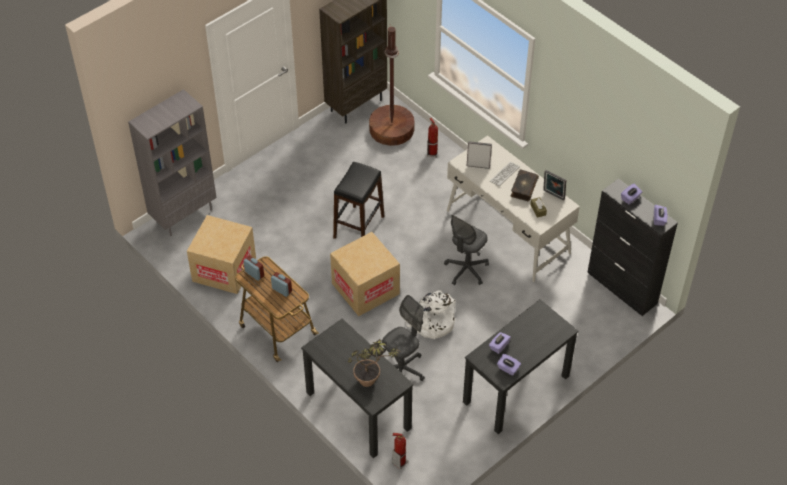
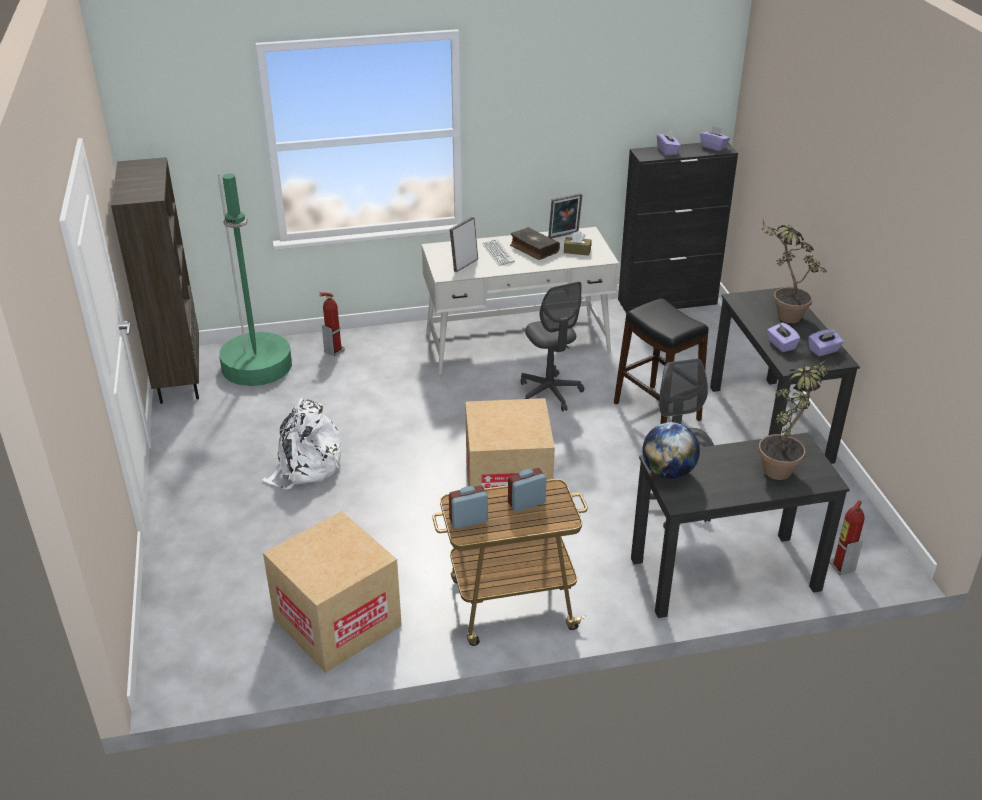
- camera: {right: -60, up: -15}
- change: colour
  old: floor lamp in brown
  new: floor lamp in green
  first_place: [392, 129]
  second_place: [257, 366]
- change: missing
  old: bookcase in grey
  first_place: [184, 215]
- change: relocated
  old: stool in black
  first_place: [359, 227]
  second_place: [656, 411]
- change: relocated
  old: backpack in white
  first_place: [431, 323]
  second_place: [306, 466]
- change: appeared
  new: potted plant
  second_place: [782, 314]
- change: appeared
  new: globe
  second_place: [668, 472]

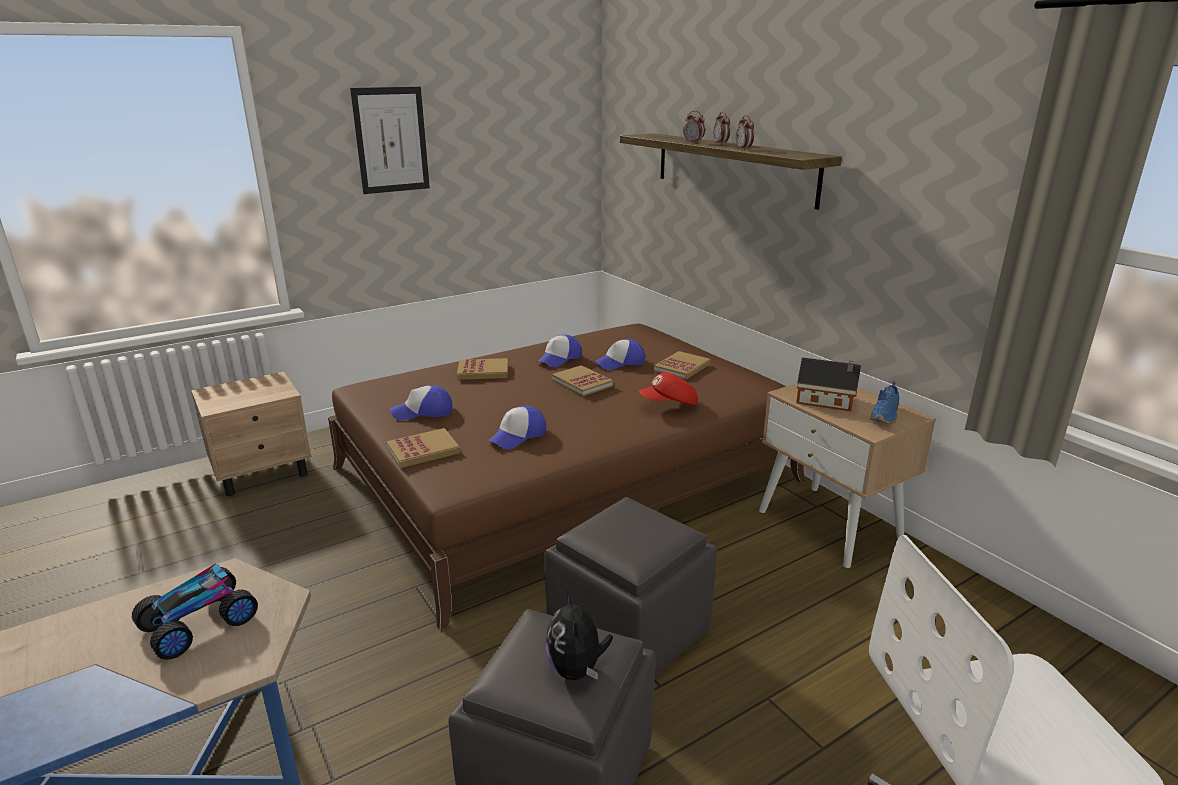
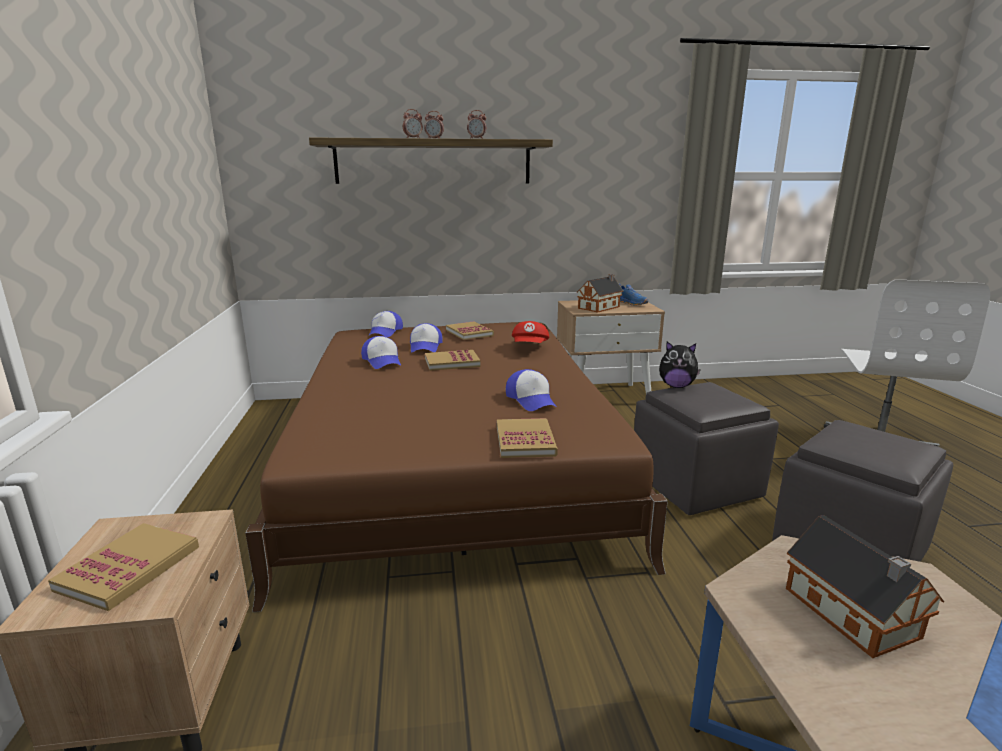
- camera: {right: -65, up: -5}
- change: missing
  old: picture
  first_place: [391, 140]
- change: relocated
  old: book
  first_place: [483, 371]
  second_place: [129, 568]
- change: relocated
  old: cap
  first_place: [423, 412]
  second_place: [385, 332]
- change: exchanged
  old: toy car
  new: toy house
  first_place: [198, 623]
  second_place: [854, 616]
- change: relocated
  old: plush toy
  first_place: [577, 669]
  second_place: [676, 386]

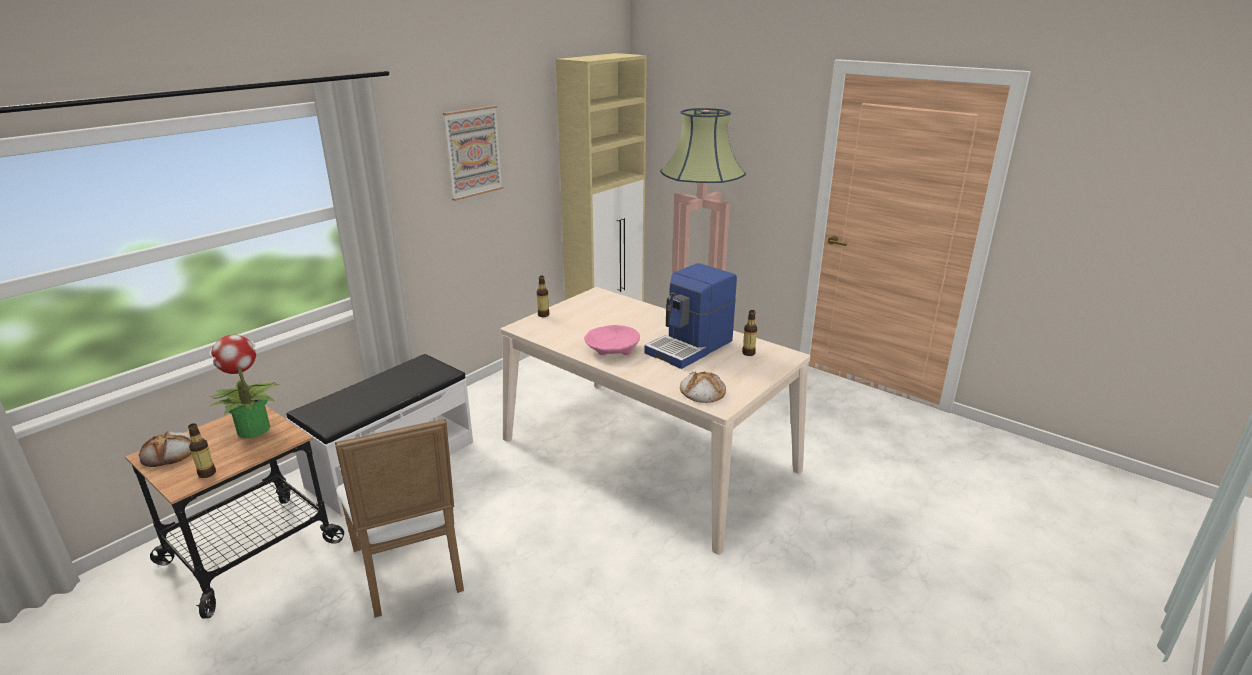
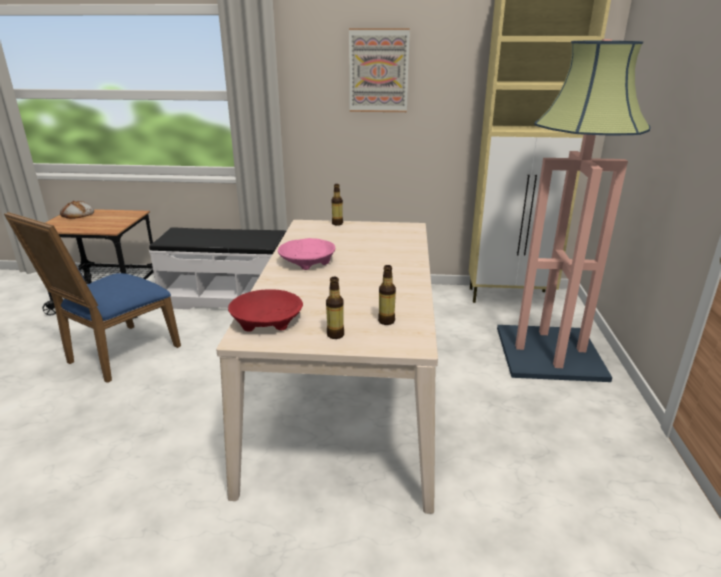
- camera: {right: 55, up: 0}
- change: missing
  old: coffee machine
  first_place: [691, 347]
- change: missing
  old: potted plant
  first_place: [253, 429]
- change: exchanged
  old: bread
  new: bowl in red
  first_place: [702, 391]
  second_place: [266, 321]
- change: colour
  old: chair in white
  new: chair in blue
  first_place: [413, 572]
  second_place: [117, 355]
- change: relocated
  old: bottle
  first_place: [207, 473]
  second_place: [335, 335]

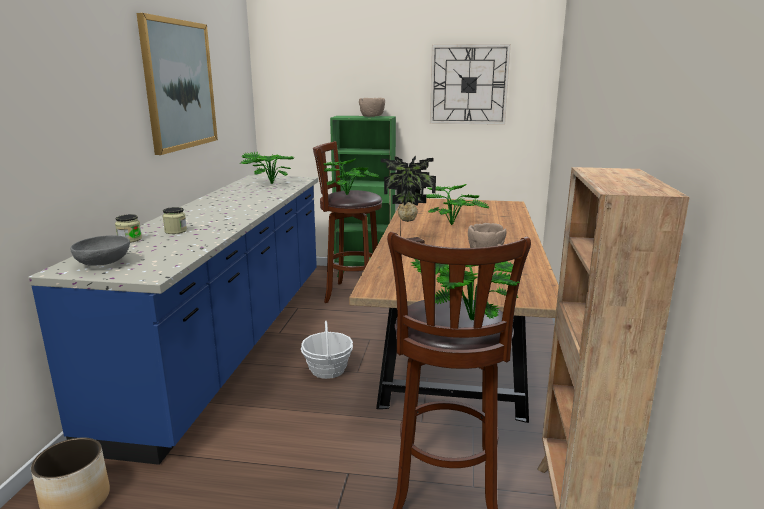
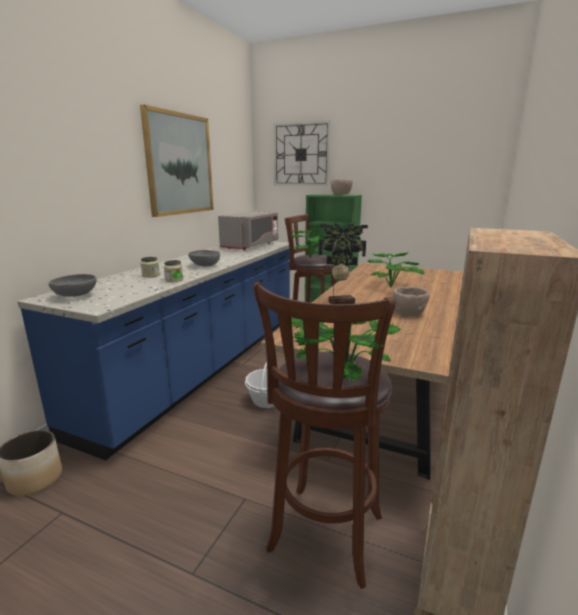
- camera: {right: 15, up: 0}
- change: relocated
  old: wall clock
  first_place: [468, 85]
  second_place: [301, 154]
- change: exchanged
  old: potted plant
  new: microwave in grey
  first_place: [268, 184]
  second_place: [251, 246]
- change: relocated
  old: jar
  first_place: [130, 239]
  second_place: [174, 280]
- change: appeared
  new: bowl in grey
  second_place: [204, 265]

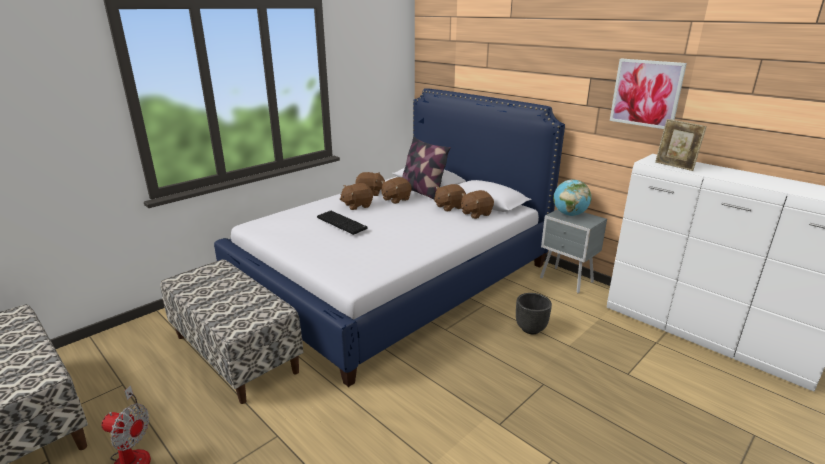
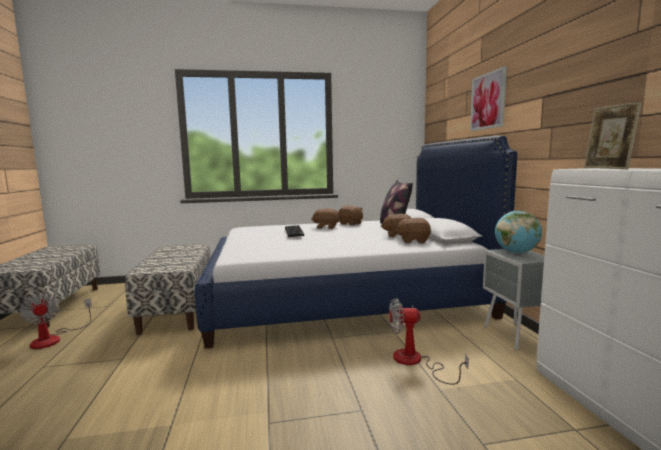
- camera: {right: 35, up: -15}
- change: relocated
  old: picture
  first_place: [646, 93]
  second_place: [488, 101]
- change: missing
  old: plush toy in brown
  first_place: [395, 199]
- change: exchanged
  old: planter in black
  new: fan
  first_place: [531, 329]
  second_place: [415, 362]

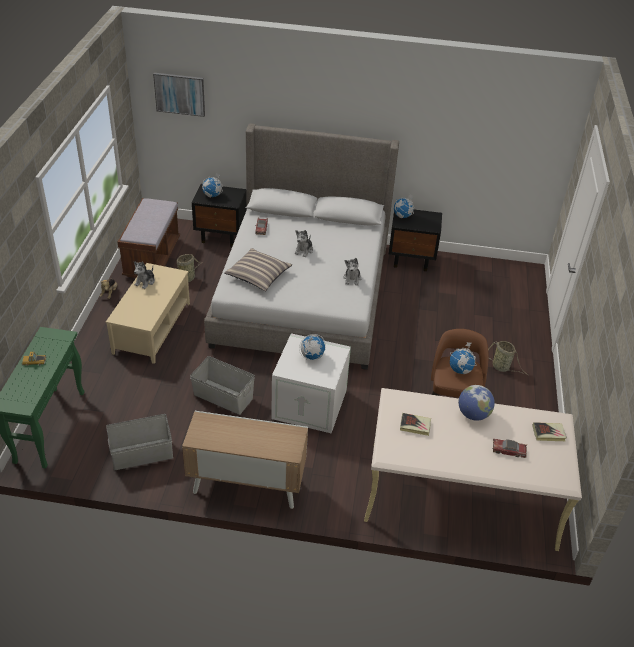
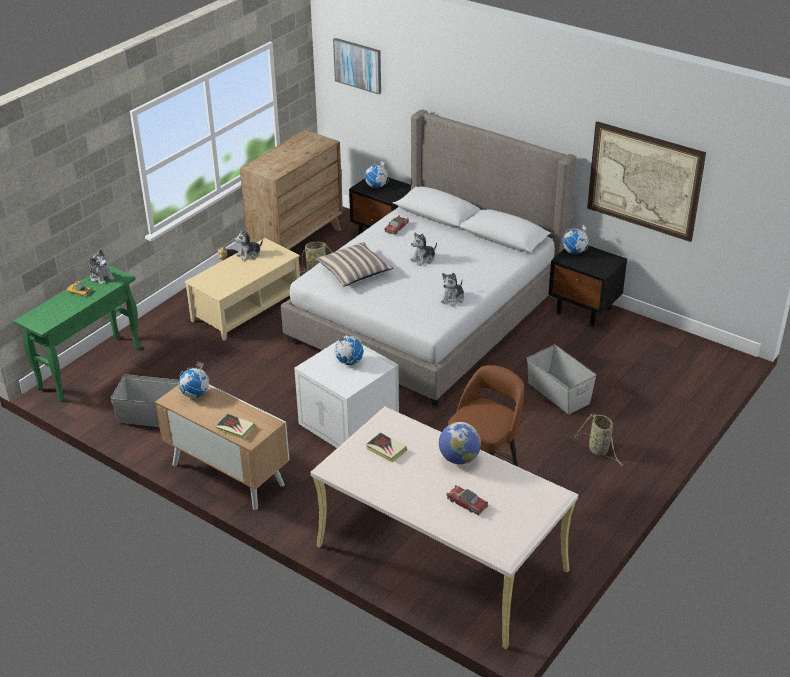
- camera: {right: 30, up: -5}
- change: exchanged
  old: bench in brown
  new: dresser in brown
  first_place: [152, 258]
  second_place: [296, 242]
- change: relocated
  old: globe
  first_place: [460, 370]
  second_place: [196, 394]
- change: relocated
  old: storage box in grey
  first_place: [223, 397]
  second_place: [558, 393]
- change: relocated
  old: book
  first_place: [548, 433]
  second_place: [235, 429]
- change: appeared
  new: picture
  second_place: [644, 181]
- change: appeared
  new: plush toy
  second_place: [101, 277]

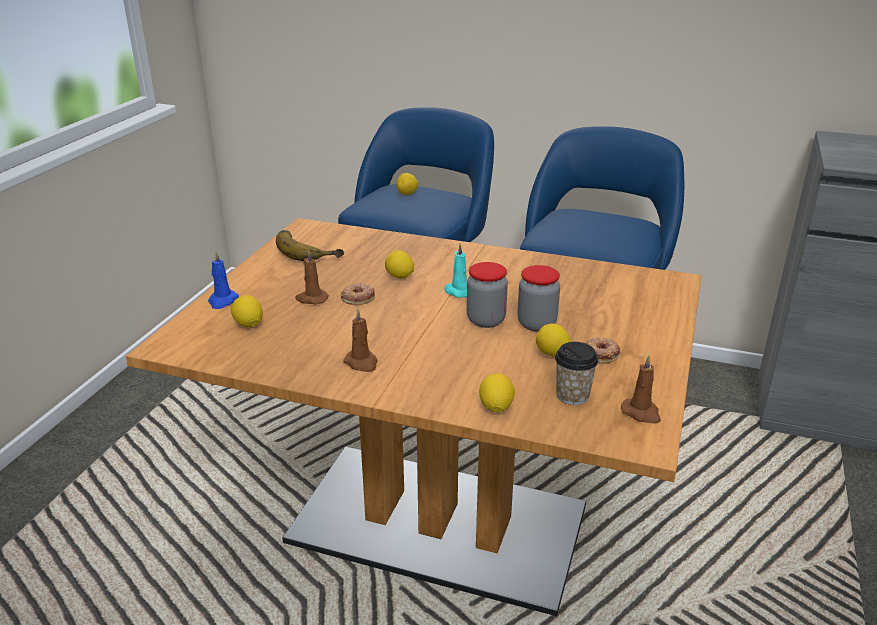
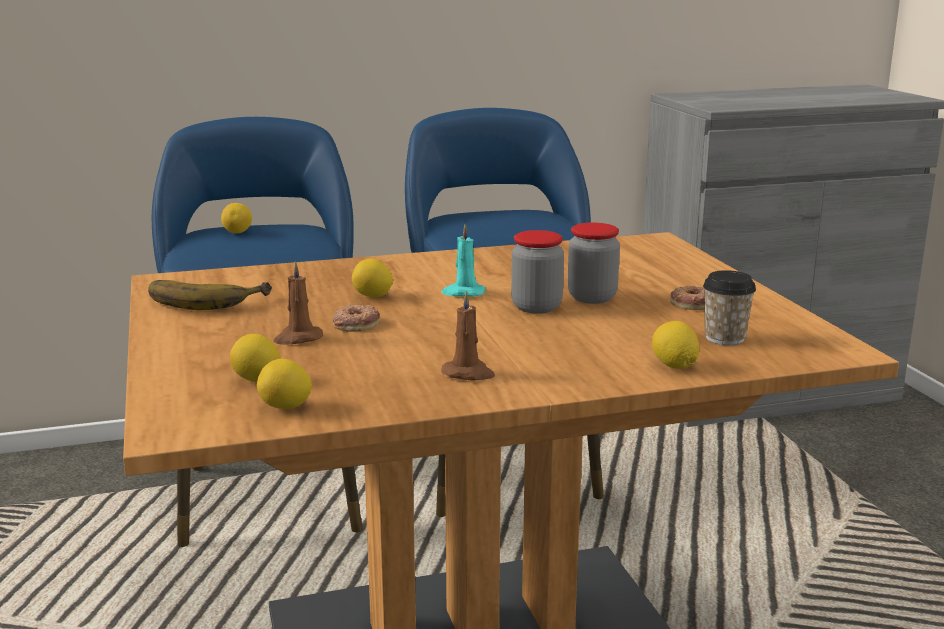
- camera: {right: -35, up: -10}
- change: missing
  old: candle in blue
  first_place: [222, 301]
- change: relocated
  old: lemon
  first_place: [552, 354]
  second_place: [286, 407]
- change: missing
  old: candle in brown
  first_place: [641, 413]

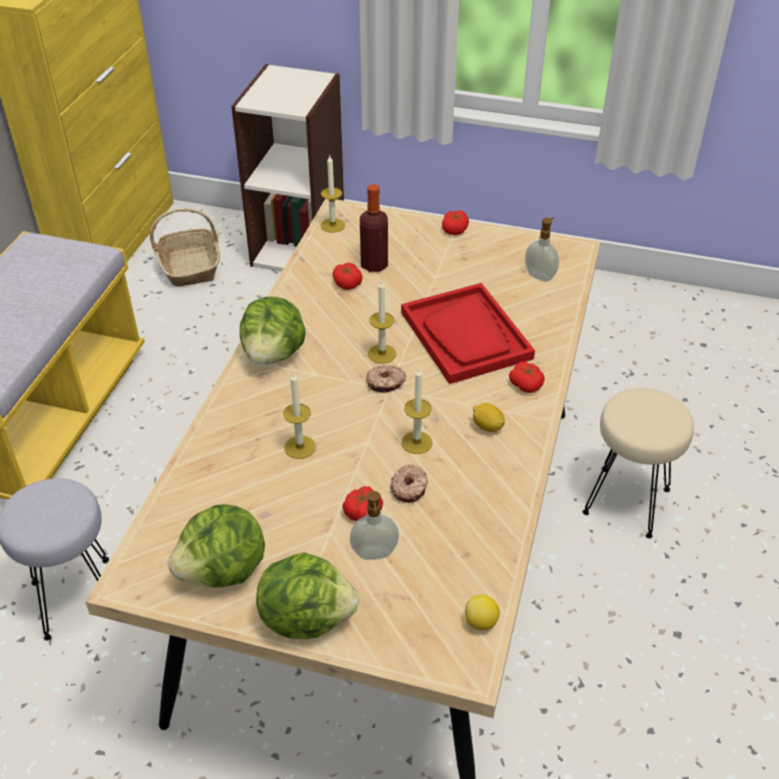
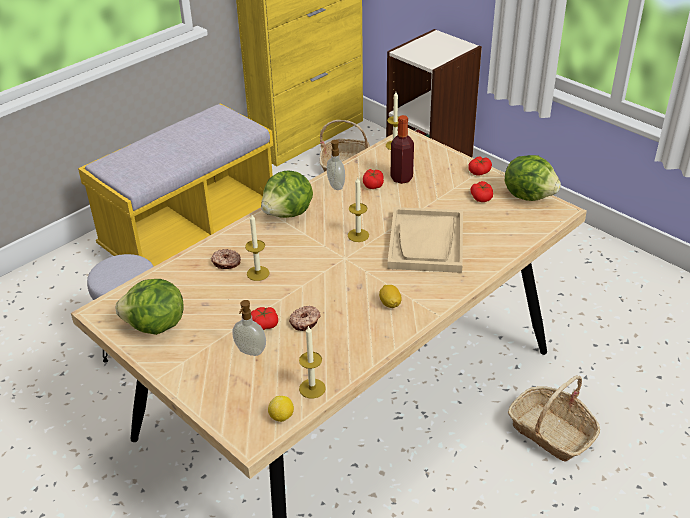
- camera: {right: 30, up: -5}
- change: relocated
  old: soap dispenser
  first_place: [540, 276]
  second_place: [337, 185]
- change: colour
  old: tray in red
  new: tray in beige
  first_place: [466, 335]
  second_place: [426, 242]
- change: relocated
  old: tomato
  first_place: [526, 384]
  second_place: [481, 197]
- change: relocated
  old: donut
  first_place: [385, 383]
  second_place: [226, 263]
- change: relocated
  old: candle
  first_place: [416, 442]
  second_place: [312, 388]
- change: exchanged
  old: stool in beige
  new: basket
  first_place: [627, 502]
  second_place: [551, 432]
- change: relocated
  old: lettuce
  first_place: [306, 617]
  second_place: [529, 195]

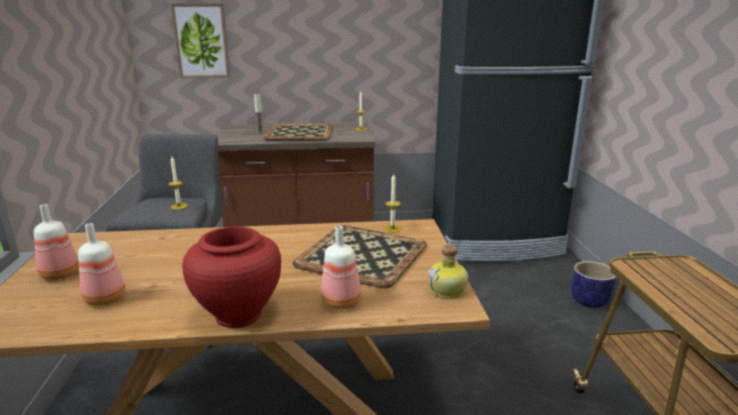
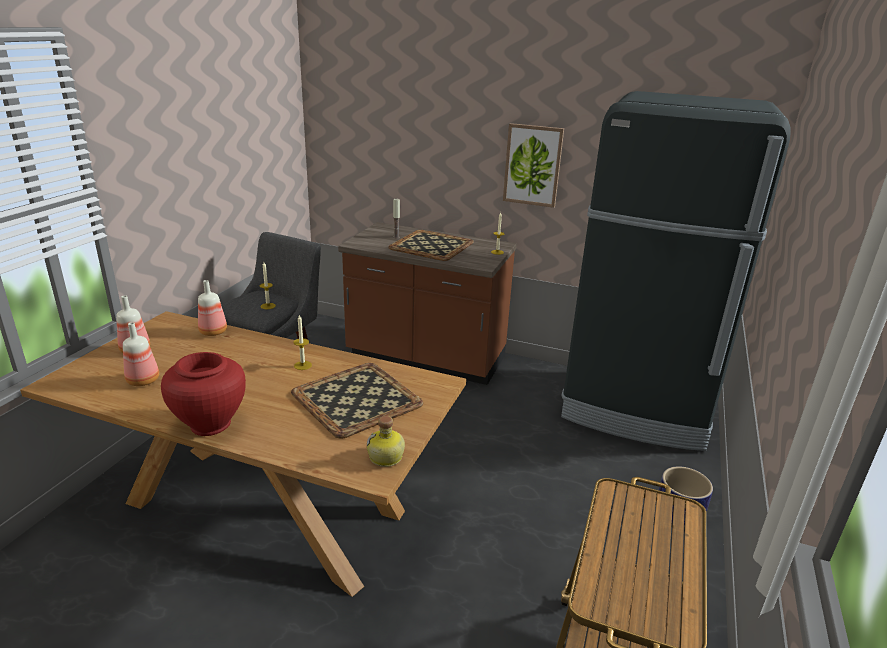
- camera: {right: 25, up: 5}
- change: relocated
  old: picture
  first_place: [201, 41]
  second_place: [532, 165]
- change: relocated
  old: candle
  first_place: [392, 229]
  second_place: [303, 365]
- change: relocated
  old: bottle
  first_place: [341, 301]
  second_place: [214, 331]

